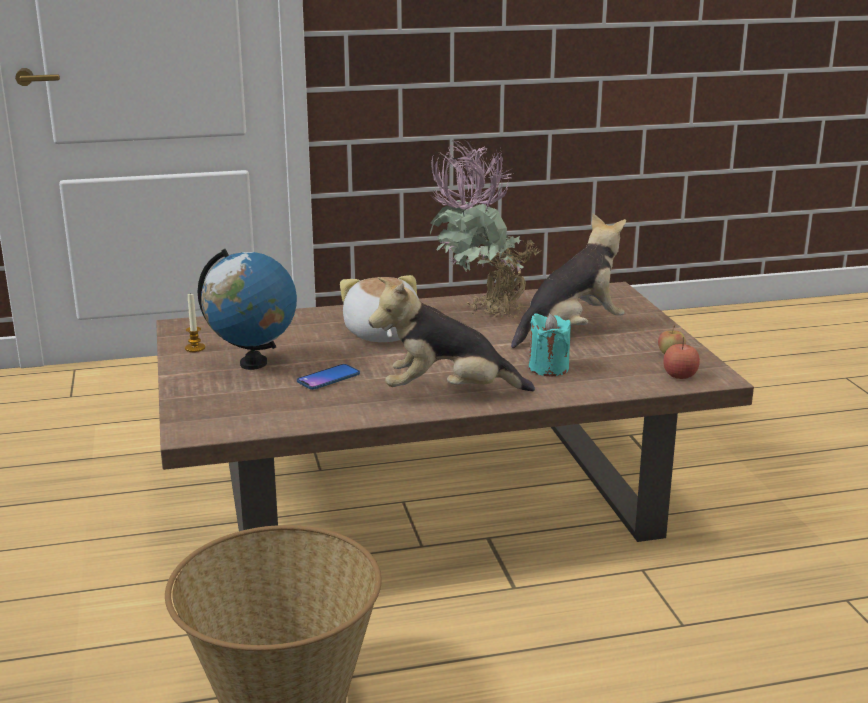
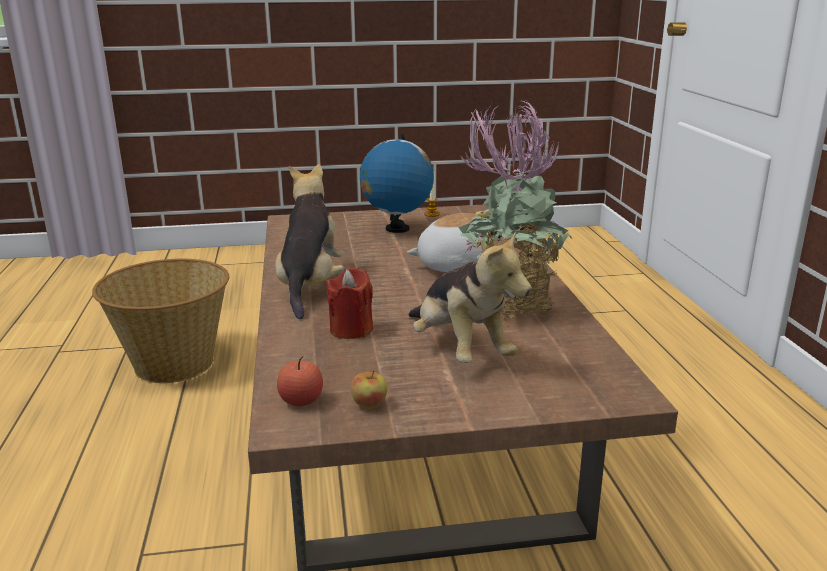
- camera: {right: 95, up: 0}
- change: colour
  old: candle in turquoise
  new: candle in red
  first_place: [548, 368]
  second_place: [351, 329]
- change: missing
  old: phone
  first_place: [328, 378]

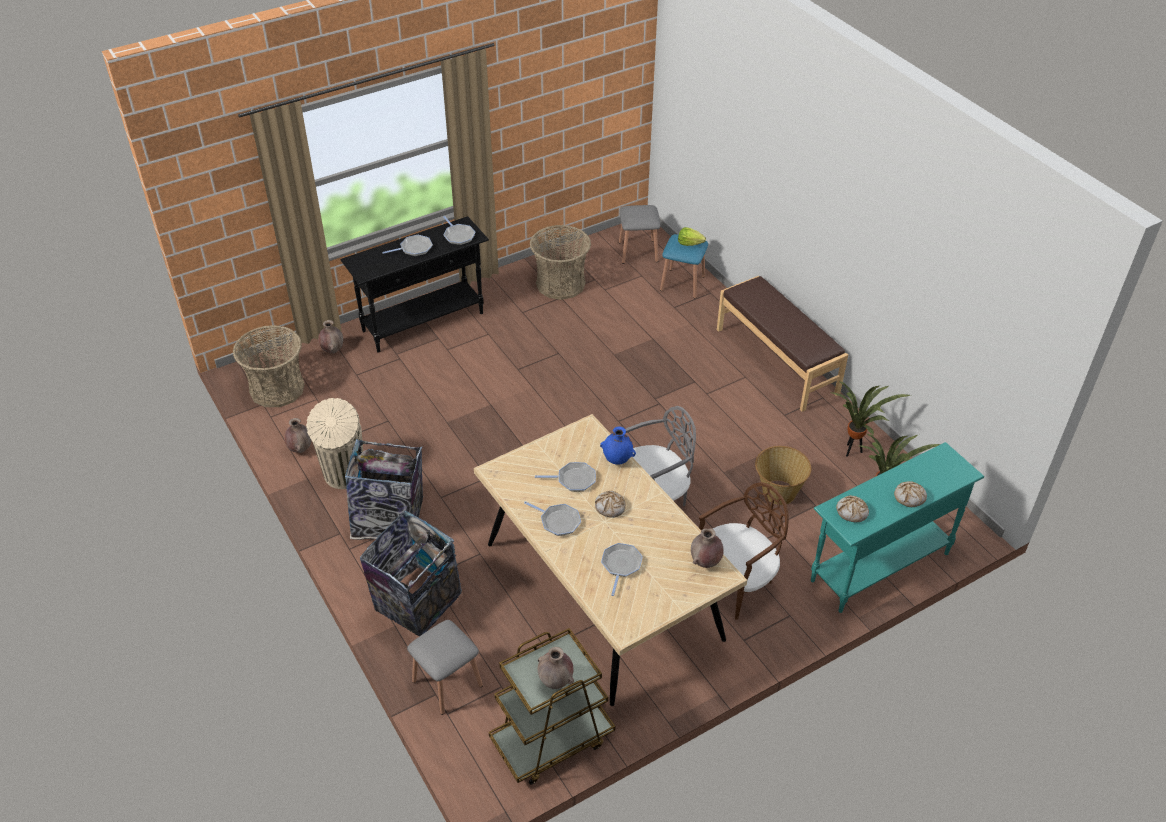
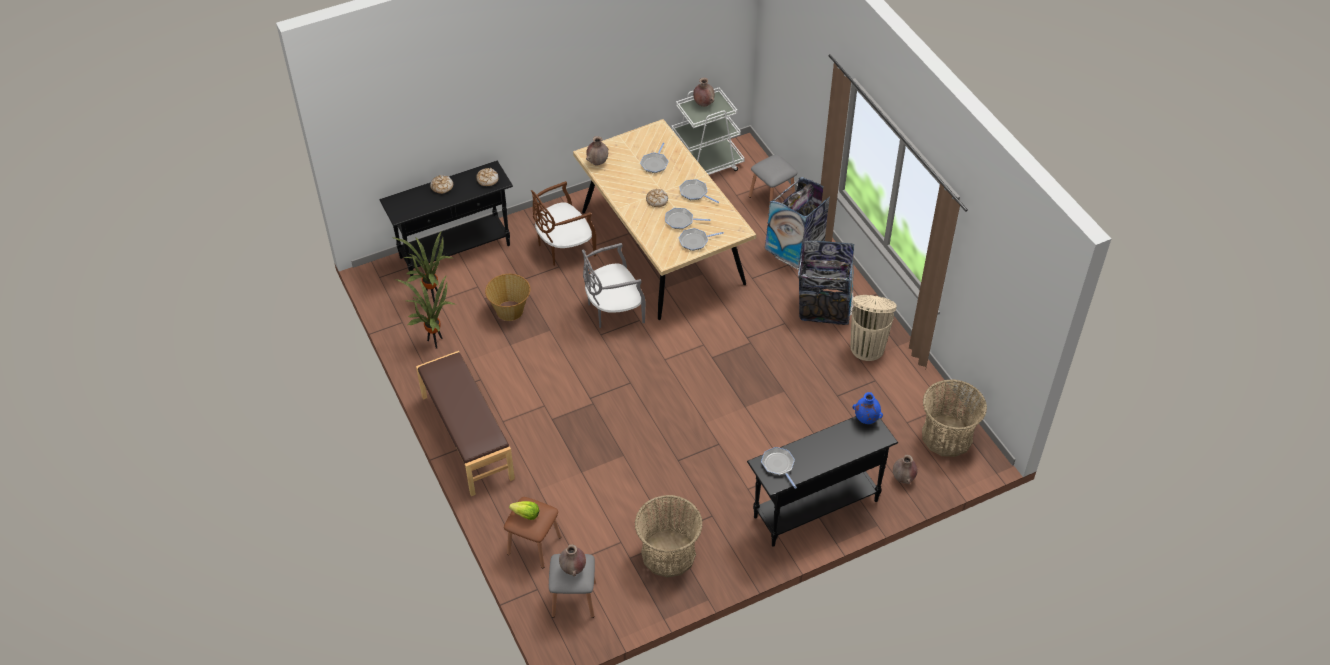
- camera: {right: -175, up: 5}
- change: colour
  old: stool in blue
  new: stool in brown
  first_place: [682, 283]
  second_place: [534, 545]
- change: relocated
  old: frying pan
  first_place: [414, 248]
  second_place: [695, 241]
- change: relocated
  old: vase in brown
  first_place: [300, 449]
  second_place: [573, 569]
- change: relocated
  old: vase in blue
  first_place: [617, 460]
  second_place: [866, 419]
- change: colour
  old: console table in turquoise
  new: console table in black
  first_place: [879, 567]
  second_place: [455, 251]
- change: colour
  old: cart in brown
  new: cart in white
  first_place: [551, 740]
  second_place: [705, 166]

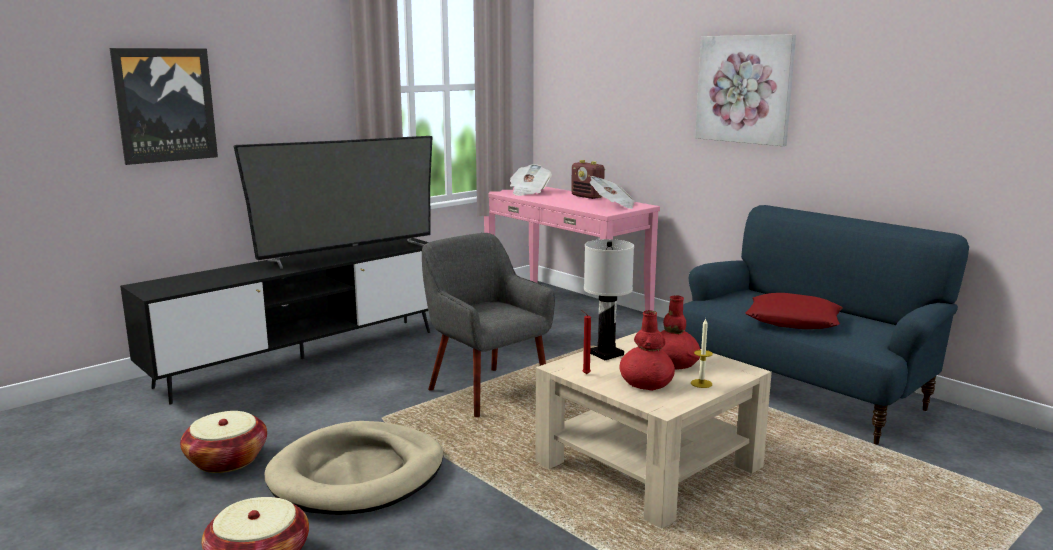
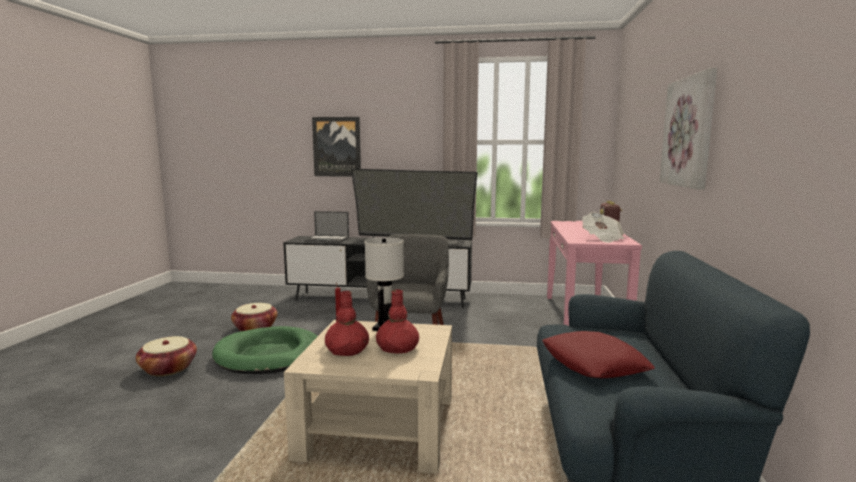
- camera: {right: 50, up: -5}
- change: missing
  old: newspaper
  first_place: [529, 192]
- change: missing
  old: candle
  first_place: [701, 383]
- change: colour
  old: dog bed in beige
  new: dog bed in green
  first_place: [358, 474]
  second_place: [270, 355]
- change: appeared
  new: laptop
  second_place: [328, 239]

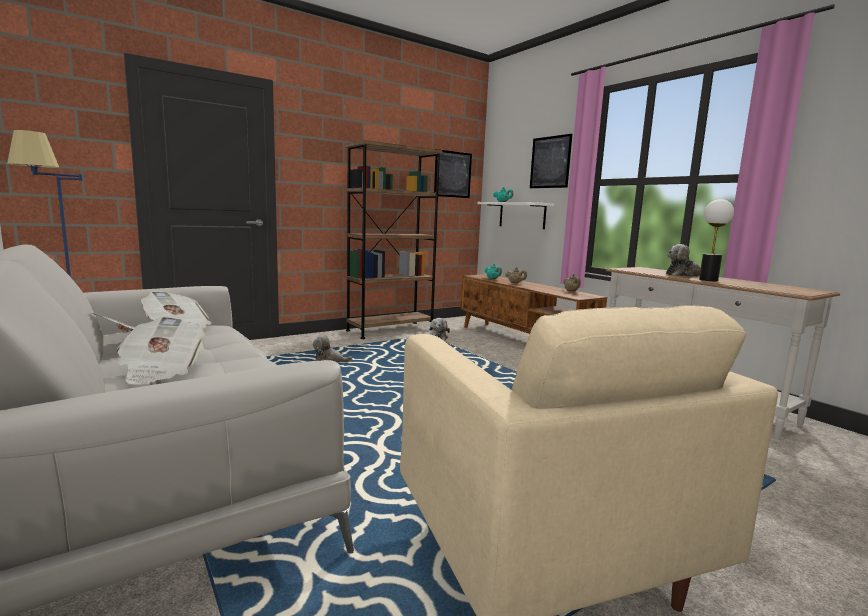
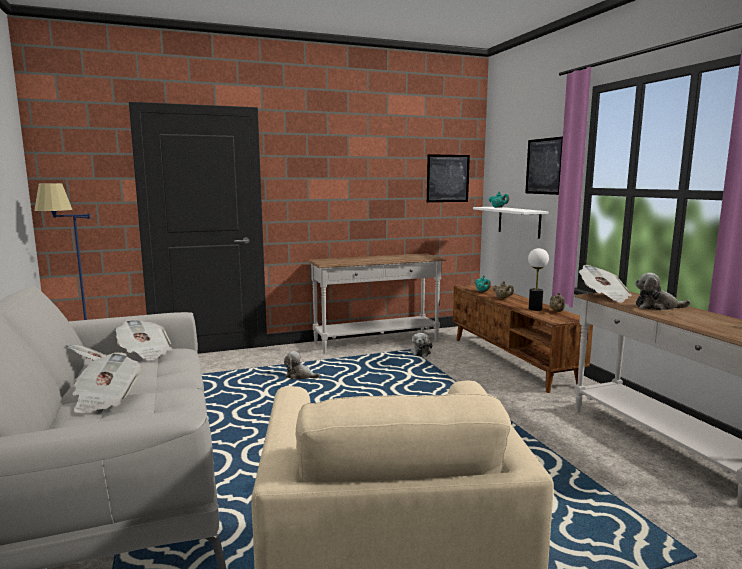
- camera: {right: 15, up: 0}
- change: exchanged
  old: bookcase in brown
  new: console table in white
  first_place: [390, 330]
  second_place: [377, 342]
- change: relocated
  old: table lamp
  first_place: [708, 280]
  second_place: [535, 309]
- change: appeared
  new: newspaper
  second_place: [604, 297]

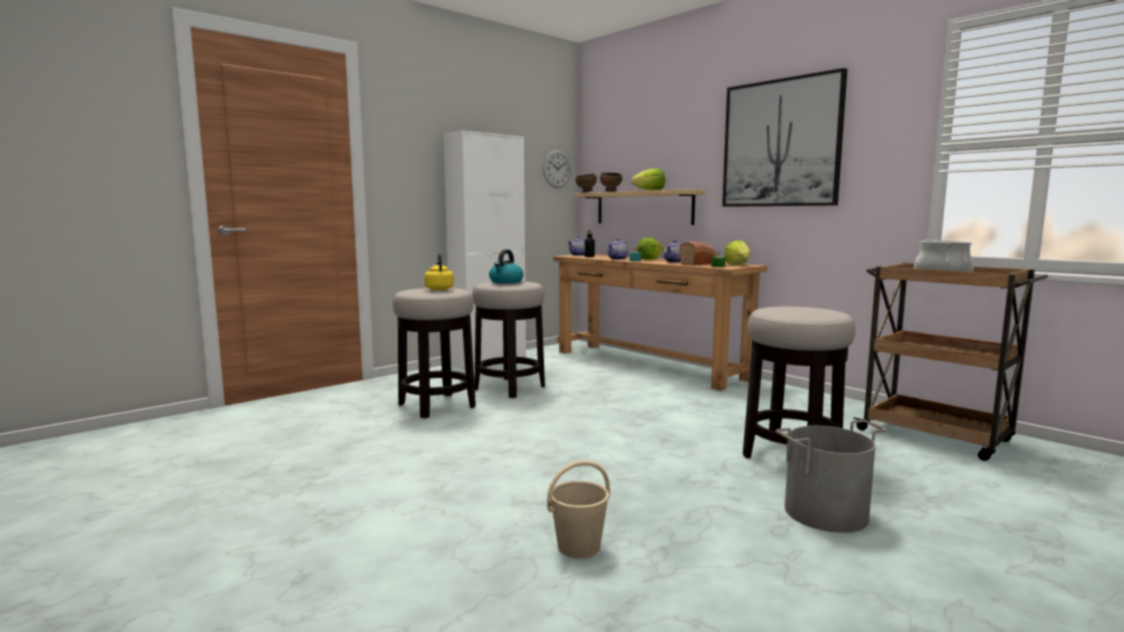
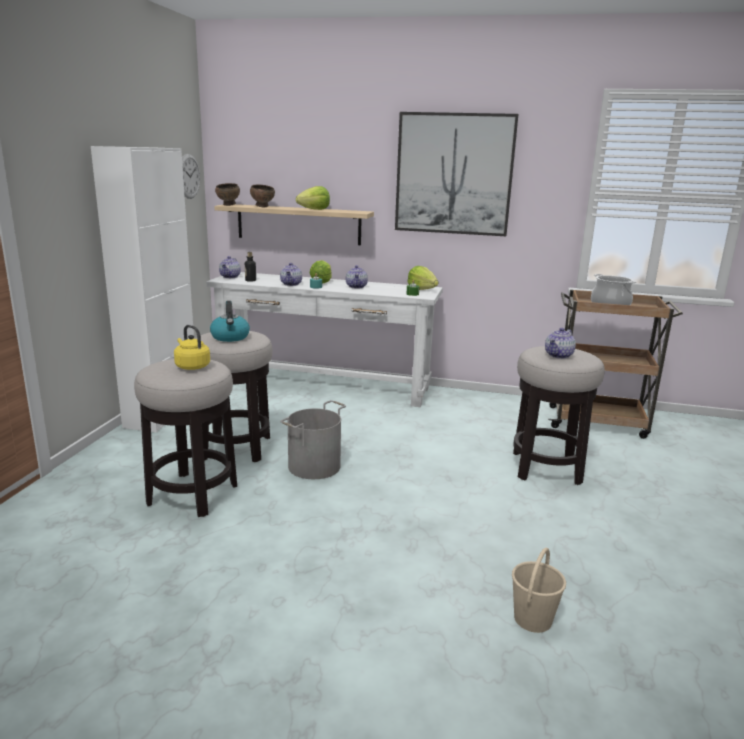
- camera: {right: -35, up: 10}
- change: missing
  old: bread
  first_place: [699, 263]
- change: colour
  old: console table in brown
  new: console table in white
  first_place: [647, 365]
  second_place: [324, 386]
- change: relocated
  old: bucket in grey
  first_place: [824, 512]
  second_place: [313, 466]
- change: appeared
  new: teapot
  second_place: [559, 355]

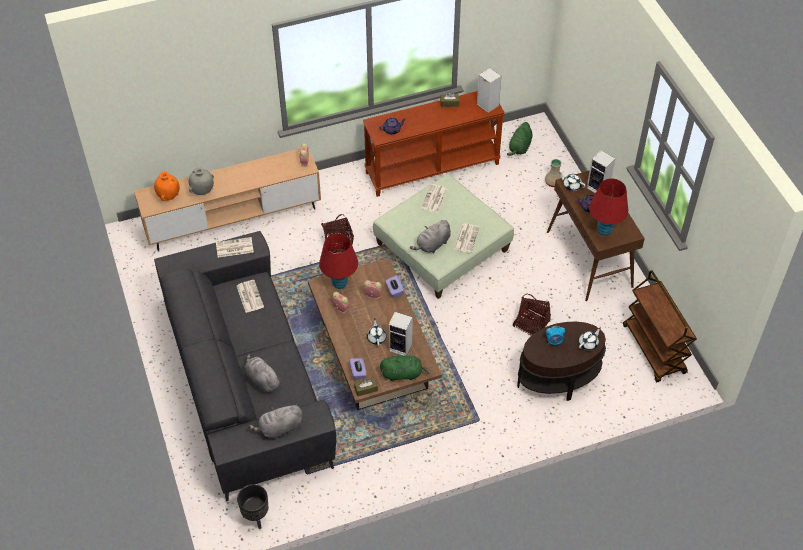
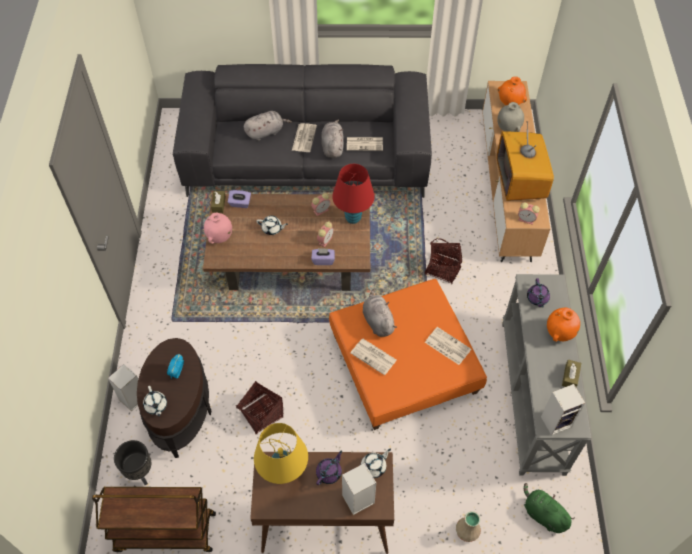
- camera: {right: 110, up: 5}
- change: colour
  old: console table in brown
  new: console table in grey
  first_place: [432, 167]
  second_place: [533, 396]
- change: colour
  old: ottoman in green
  new: ottoman in orange
  first_place: [442, 248]
  second_place: [403, 363]
- change: colour
  old: table lamp in red
  new: table lamp in yellow
  first_place: [604, 230]
  second_place: [284, 473]
- change: relocated
  old: newspaper
  first_place: [234, 248]
  second_place: [304, 137]
- change: relocated
  old: speaker
  first_place: [401, 347]
  second_place: [132, 399]
- change: exchanged
  old: plush toy in green
  new: vase in pink
  first_place: [403, 374]
  second_place: [220, 237]
- change: relocated
  old: plush toy in grey
  first_place: [279, 428]
  second_place: [332, 146]
- change: relocated
  old: planter in black
  first_place: [256, 518]
  second_place: [140, 472]
- change: appeared
  new: television
  second_place: [520, 181]
- change: appeared
  new: vase in orange
  second_place: [559, 333]

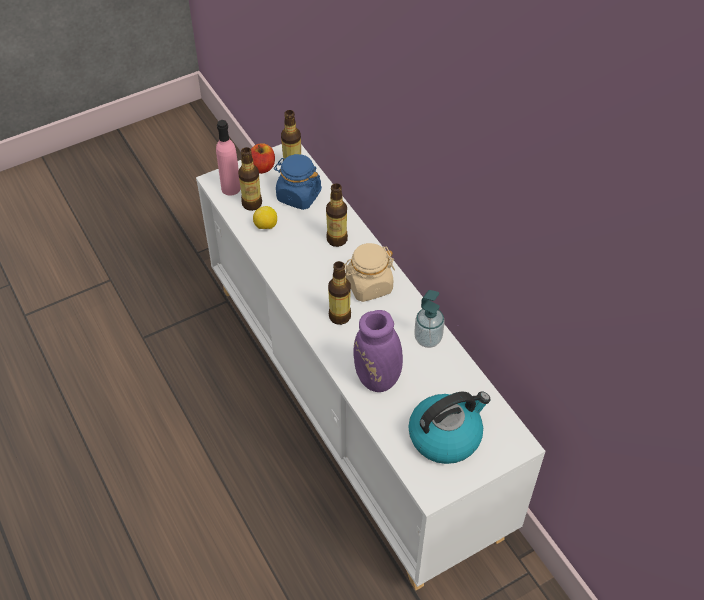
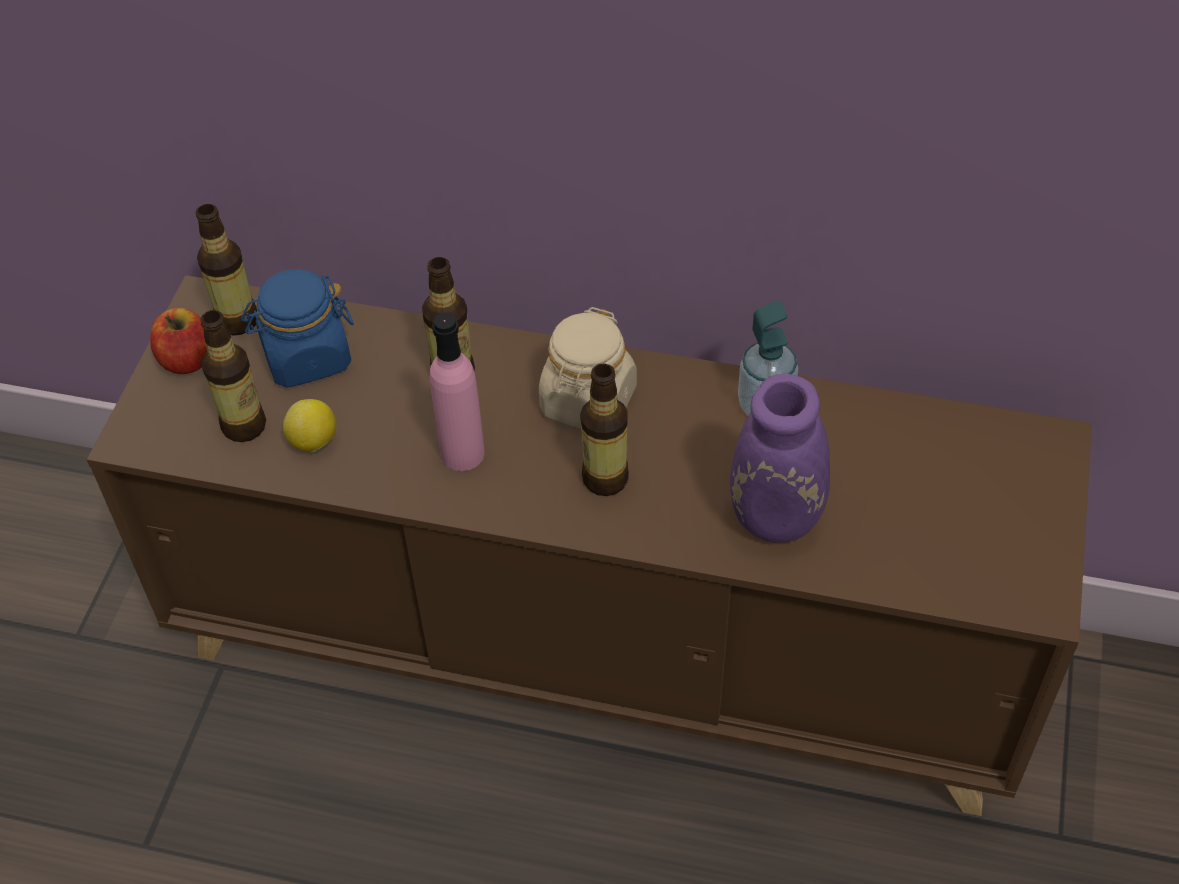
- camera: {right: -45, up: 0}
- change: relocated
  old: bottle in pink
  first_place: [231, 188]
  second_place: [462, 453]
- change: colour
  old: cabinet in white
  new: cabinet in brown
  first_place: [352, 405]
  second_place: [599, 649]
- change: missing
  old: kettle
  first_place: [445, 436]

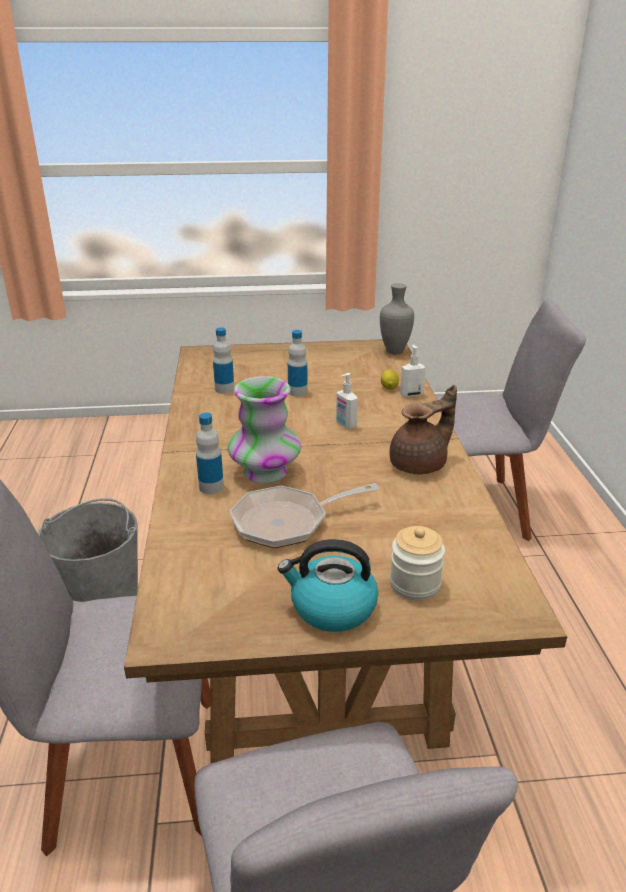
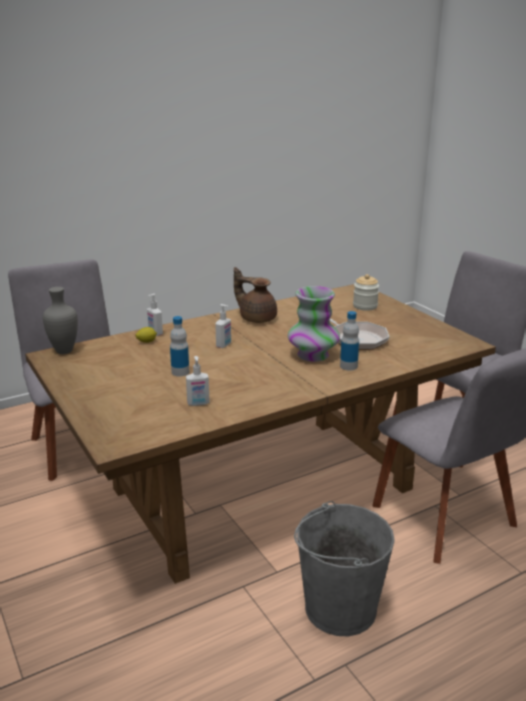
- camera: {right: -115, up: -5}
- change: exchanged
  old: bottle
  new: soap dispenser
  first_place: [224, 389]
  second_place: [198, 403]
- change: missing
  old: kettle
  first_place: [331, 608]

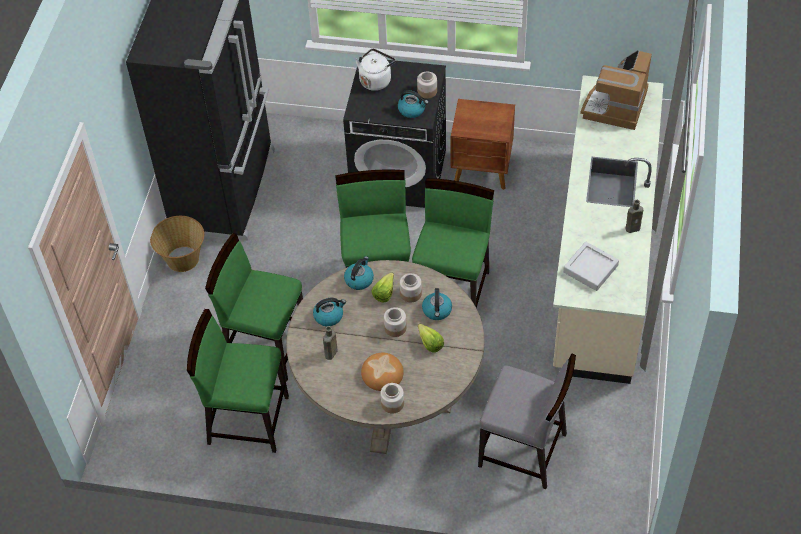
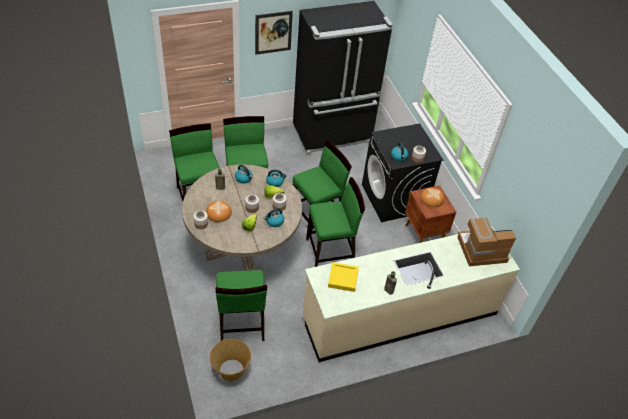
- camera: {right: 55, up: -5}
- change: missing
  old: kettle in white
  first_place: [376, 80]
- change: relocated
  old: basket
  first_place: [183, 259]
  second_place: [231, 370]
- change: colour
  old: tray in grey
  new: tray in yellow
  first_place: [590, 269]
  second_place: [343, 278]
- change: colour
  old: chair in grey
  new: chair in green
  first_place: [523, 451]
  second_place: [241, 323]
- change: appeared
  new: picture
  second_place: [273, 32]
- change: appeared
  new: bread
  second_place: [431, 199]

